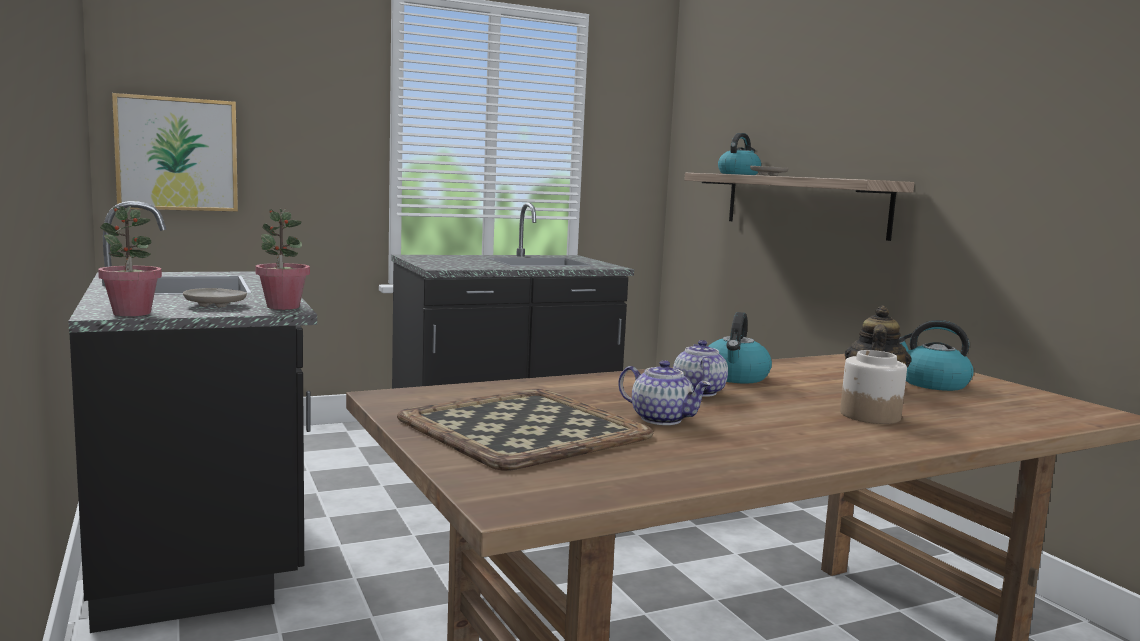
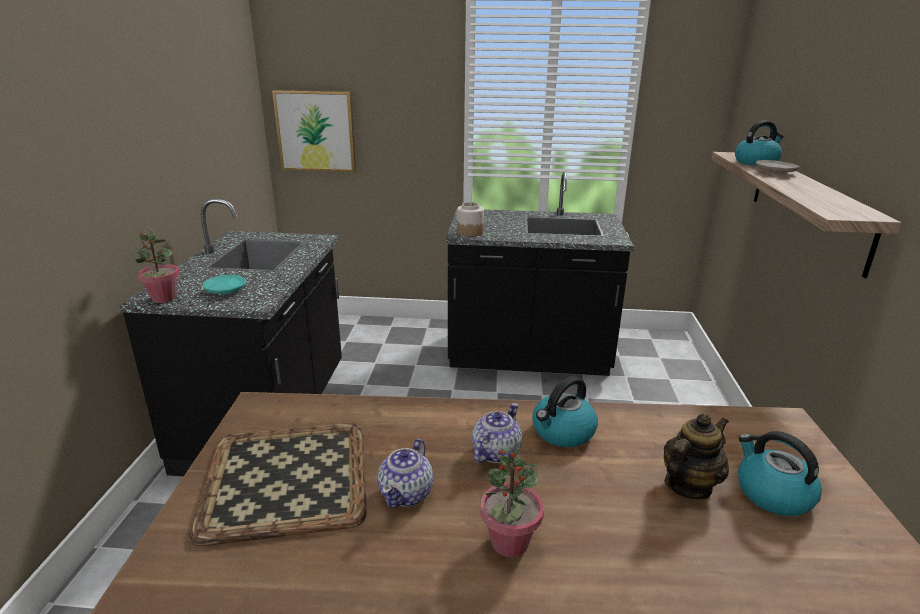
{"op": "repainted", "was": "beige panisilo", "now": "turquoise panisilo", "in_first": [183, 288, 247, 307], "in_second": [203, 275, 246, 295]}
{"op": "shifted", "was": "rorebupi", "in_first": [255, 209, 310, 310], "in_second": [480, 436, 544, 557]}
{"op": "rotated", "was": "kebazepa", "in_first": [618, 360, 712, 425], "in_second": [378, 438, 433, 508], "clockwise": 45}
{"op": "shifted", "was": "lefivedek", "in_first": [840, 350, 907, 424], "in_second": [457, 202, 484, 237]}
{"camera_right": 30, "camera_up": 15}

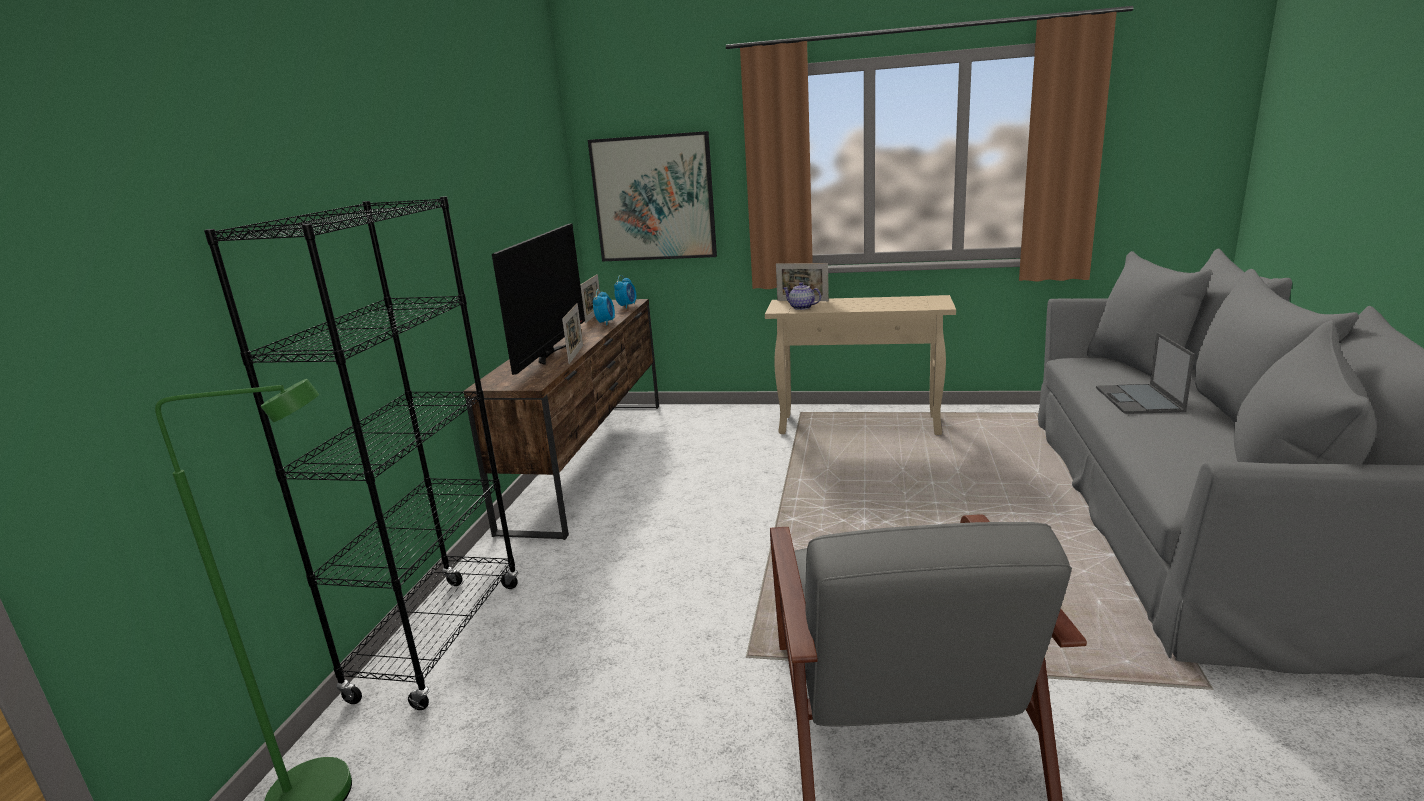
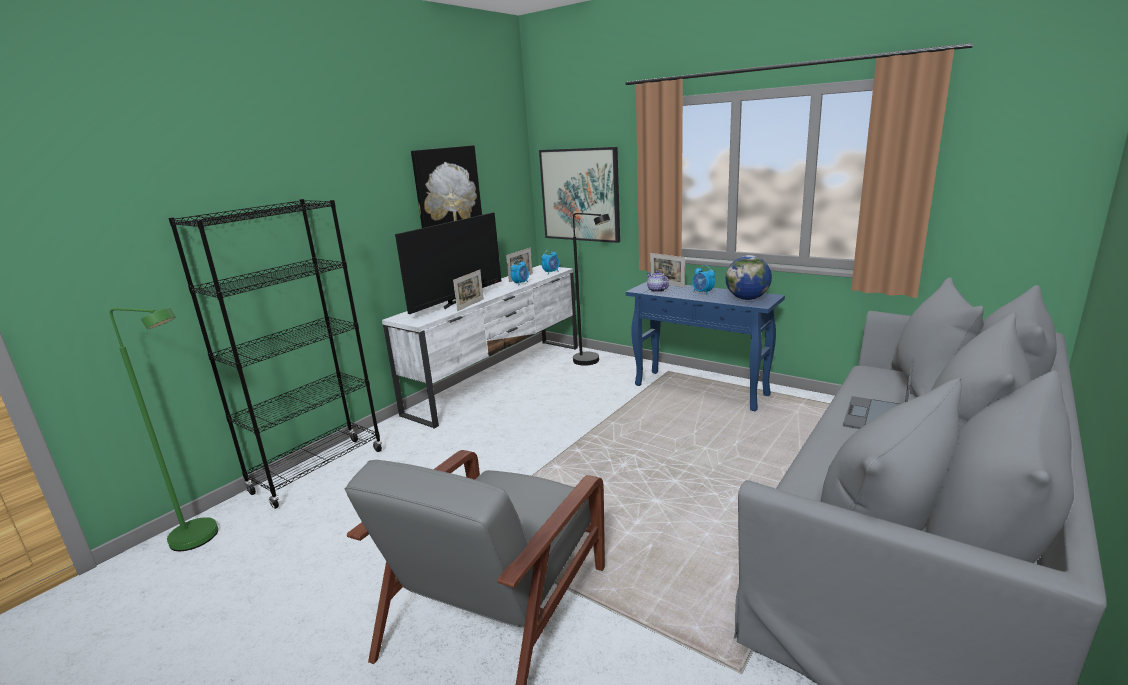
{"op": "repainted", "was": "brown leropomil", "now": "white leropomil", "in_first": [463, 299, 659, 540], "in_second": [382, 265, 578, 429]}
{"op": "repainted", "was": "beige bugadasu", "now": "blue bugadasu", "in_first": [765, 295, 956, 435], "in_second": [626, 282, 785, 411]}
{"op": "new", "now": "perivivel", "in_second": [411, 145, 482, 228]}
{"op": "new", "now": "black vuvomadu", "in_second": [573, 213, 610, 366]}
{"op": "new", "now": "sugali", "in_second": [692, 265, 715, 295]}
{"op": "new", "now": "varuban", "in_second": [726, 255, 772, 300]}
{"camera_right": 25, "camera_up": 0}

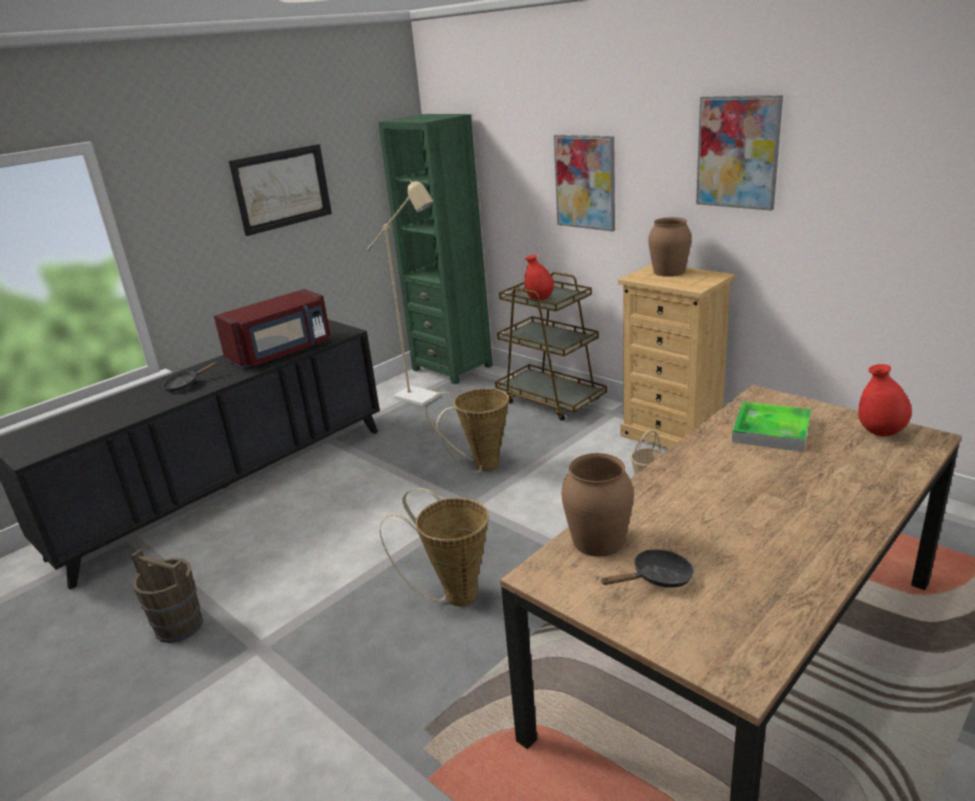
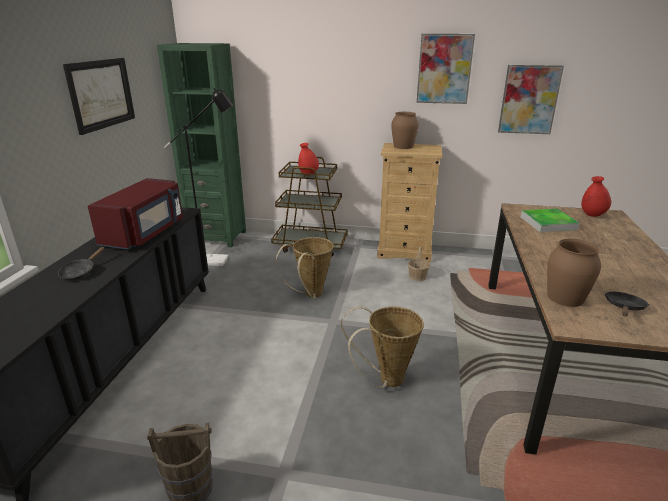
{"op": "repainted", "was": "beige vuvomadu", "now": "black vuvomadu", "in_first": [367, 180, 440, 406], "in_second": [164, 88, 234, 266]}
{"op": "shifted", "was": "perivivel", "in_first": [554, 135, 615, 231], "in_second": [498, 65, 564, 134]}
{"camera_right": -35, "camera_up": 0}

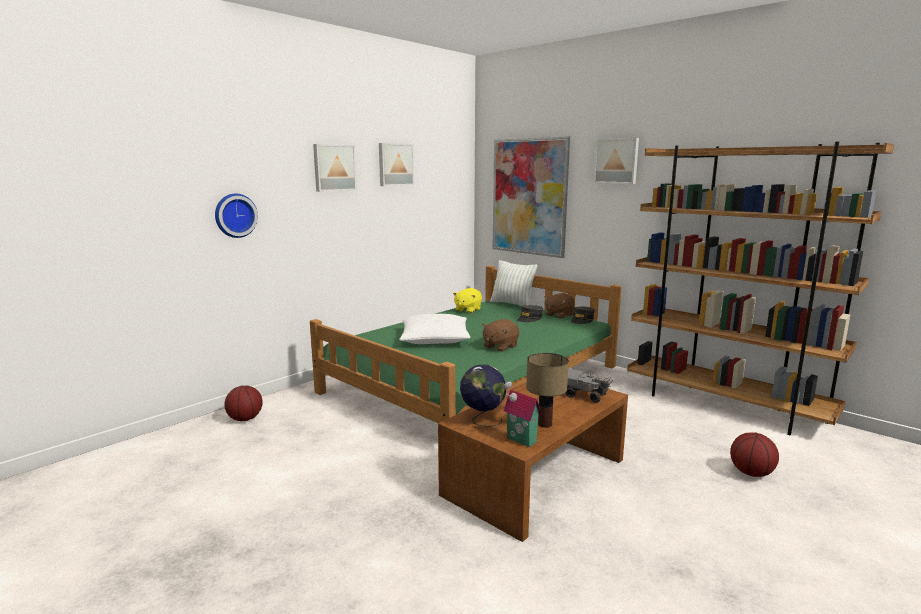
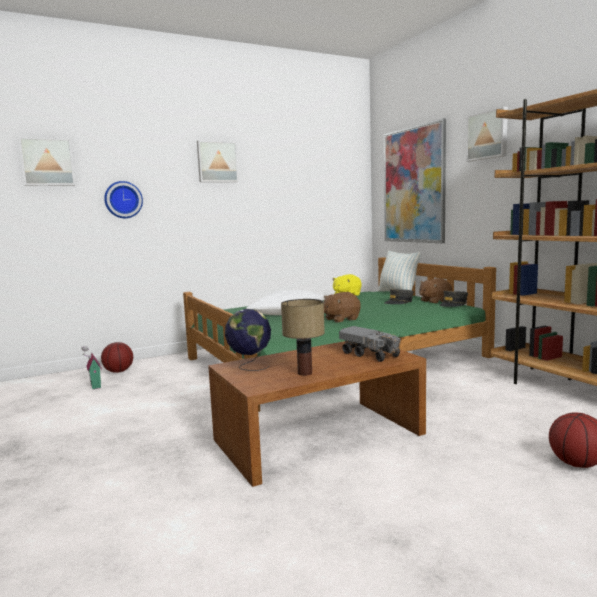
{"op": "shifted", "was": "perivivel", "in_first": [379, 143, 414, 186], "in_second": [19, 137, 75, 186]}
{"op": "shifted", "was": "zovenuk", "in_first": [503, 381, 542, 447], "in_second": [81, 346, 102, 389]}
{"camera_right": 20, "camera_up": -5}

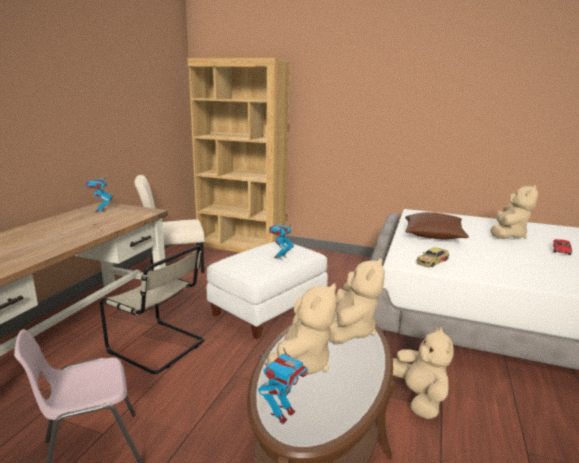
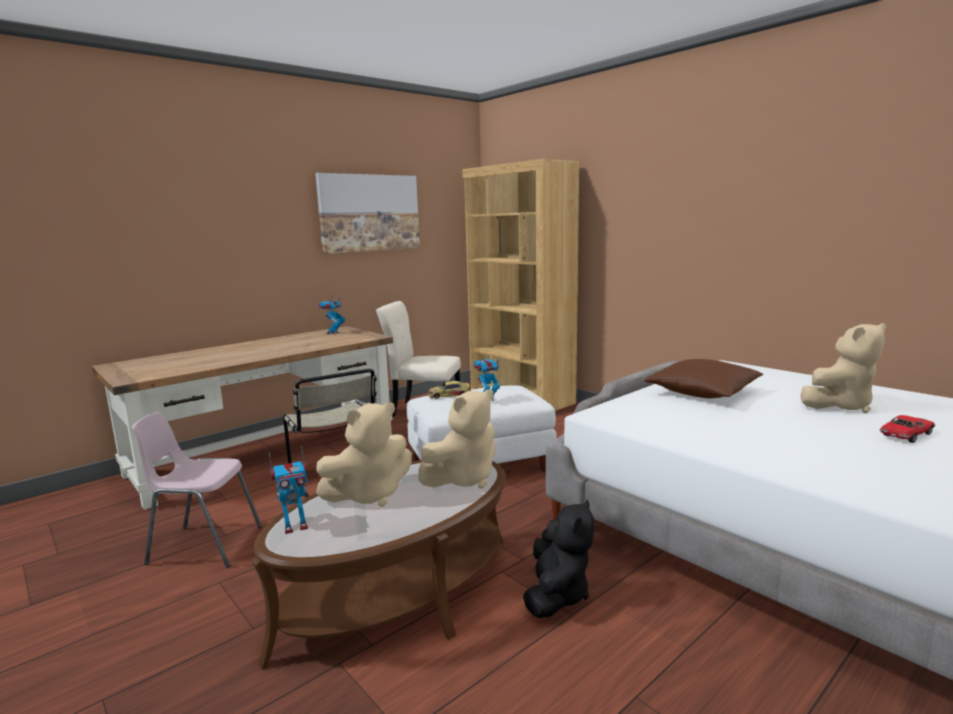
{"op": "repainted", "was": "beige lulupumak", "now": "black lulupumak", "in_first": [393, 326, 454, 419], "in_second": [523, 500, 594, 618]}
{"op": "shifted", "was": "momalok", "in_first": [416, 247, 449, 268], "in_second": [428, 381, 471, 399]}
{"op": "new", "now": "perivivel", "in_second": [315, 173, 420, 254]}
{"camera_right": 30, "camera_up": -5}

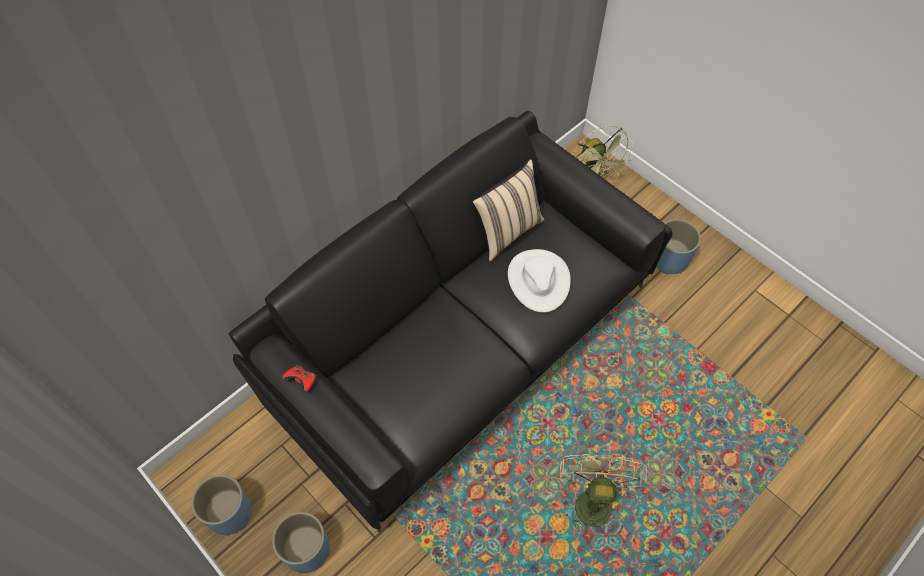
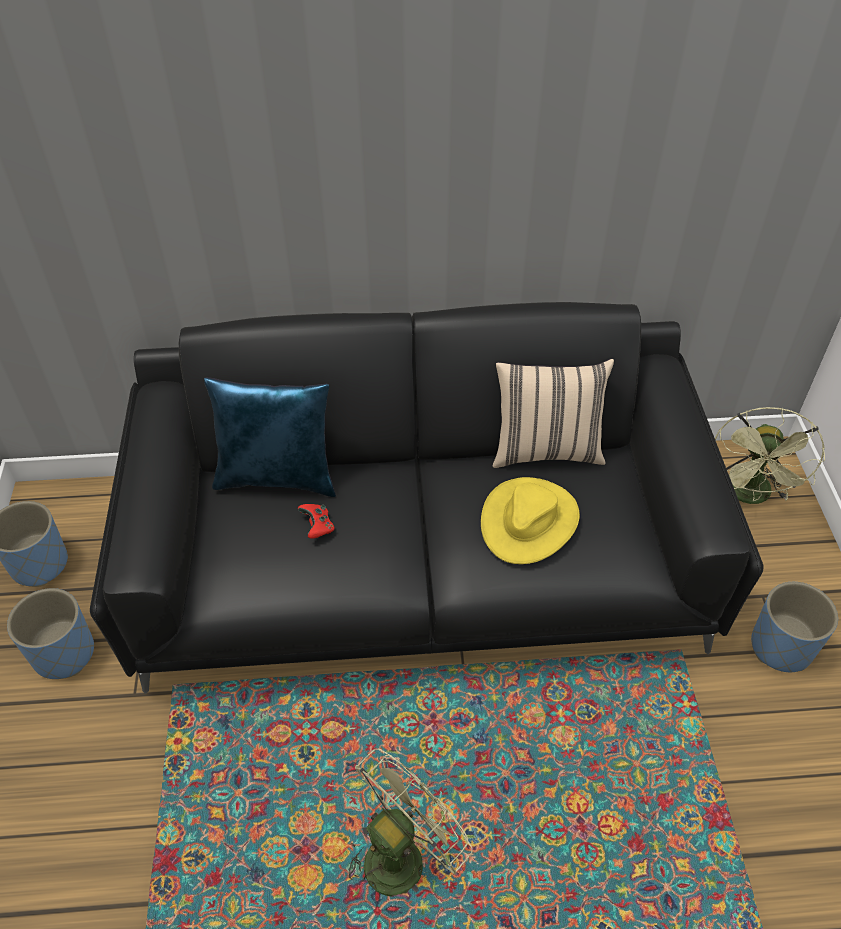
{"op": "shifted", "was": "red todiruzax", "in_first": [282, 365, 316, 392], "in_second": [298, 504, 334, 539]}
{"op": "repainted", "was": "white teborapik", "now": "yellow teborapik", "in_first": [508, 249, 571, 313], "in_second": [481, 477, 580, 564]}
{"op": "new", "now": "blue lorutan", "in_second": [204, 377, 336, 497]}
{"camera_right": 40, "camera_up": -10}

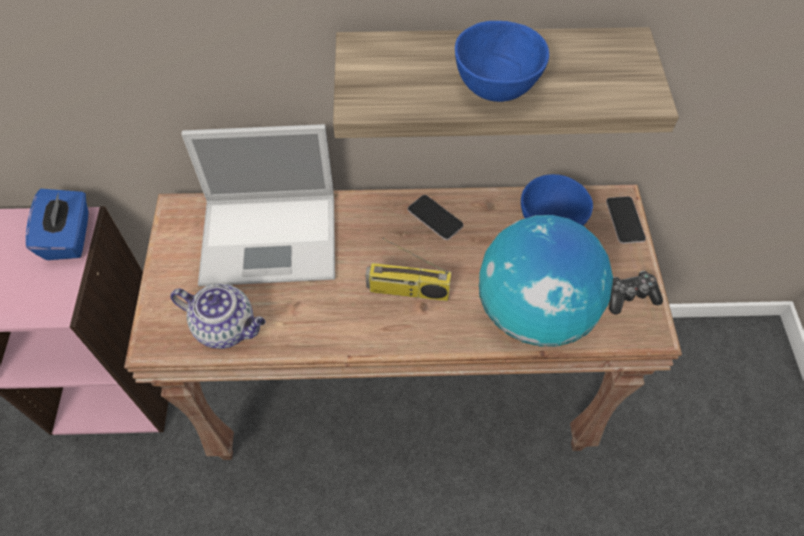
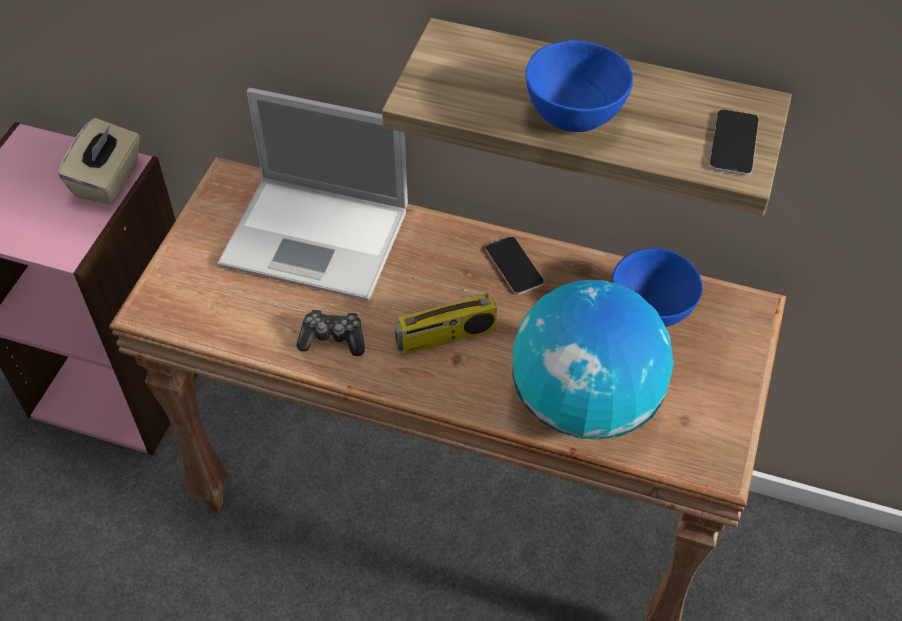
{"op": "repainted", "was": "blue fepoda", "now": "beige fepoda", "in_first": [26, 189, 89, 260], "in_second": [58, 118, 140, 204]}
{"op": "gone", "was": "kebazepa", "in_first": [171, 284, 266, 349]}
{"op": "rotated", "was": "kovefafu", "in_first": [365, 238, 451, 301], "in_second": [394, 277, 497, 354], "clockwise": -45}
{"op": "shifted", "was": "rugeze", "in_first": [606, 196, 646, 244], "in_second": [709, 109, 759, 176]}
{"op": "shifted", "was": "todiruzax", "in_first": [609, 271, 663, 314], "in_second": [297, 309, 365, 356]}
{"camera_right": 20, "camera_up": -5}

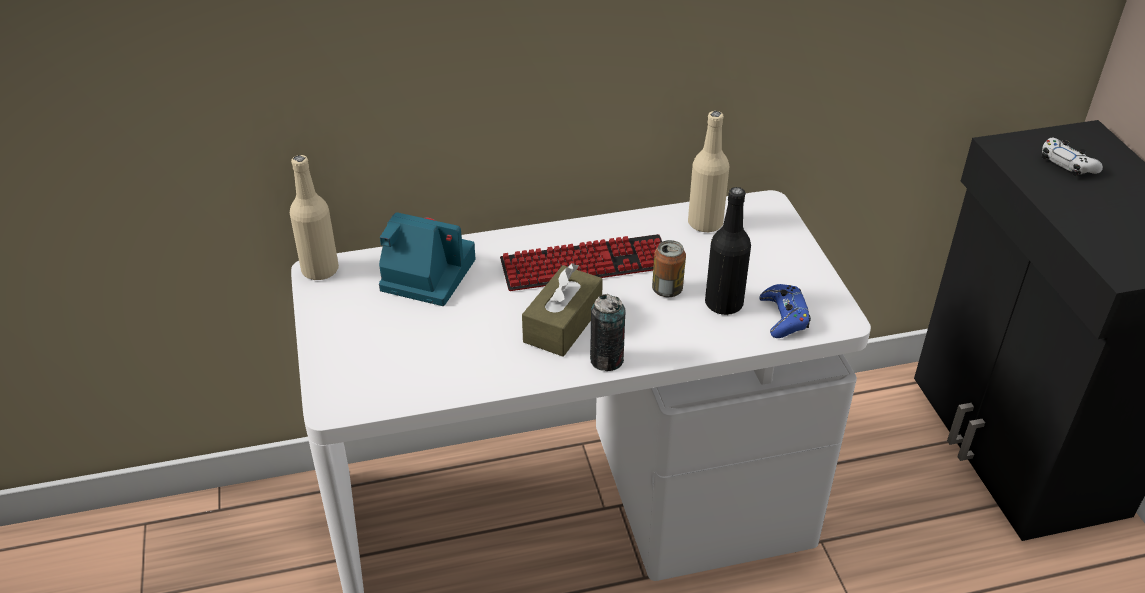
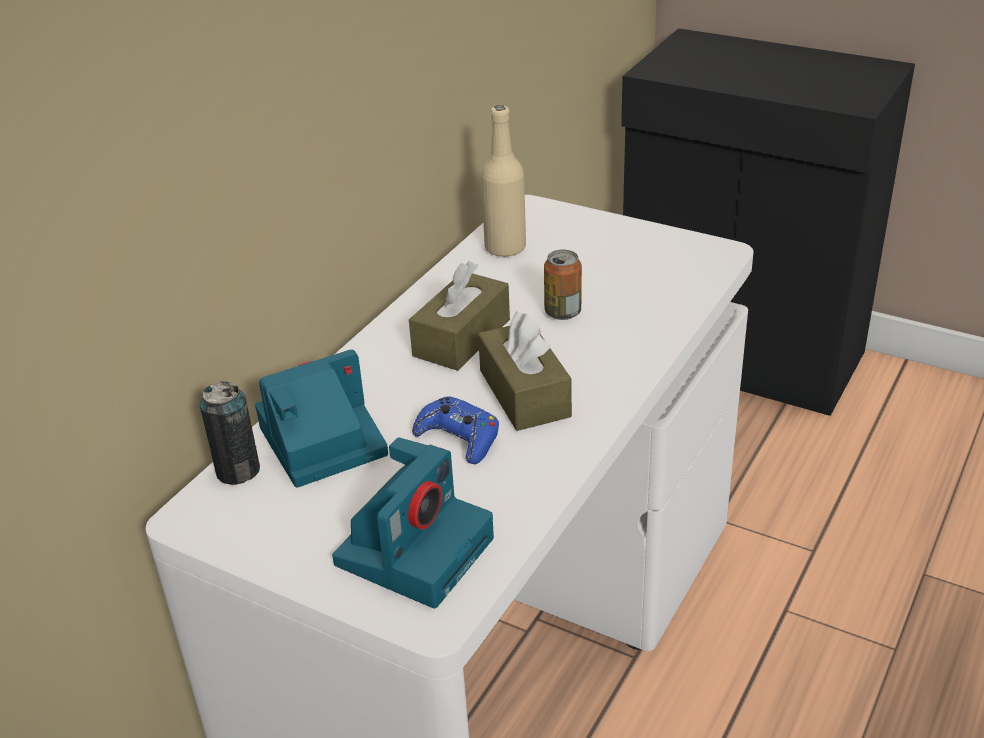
{"op": "gone", "was": "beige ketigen", "in_first": [290, 155, 339, 280]}
{"op": "swapped", "was": "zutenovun", "now": "brown fepoda", "in_first": [500, 234, 662, 291], "in_second": [409, 261, 510, 371]}
{"op": "shifted", "was": "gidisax", "in_first": [590, 294, 625, 371], "in_second": [200, 381, 260, 485]}
{"op": "gone", "was": "black ketigen", "in_first": [705, 187, 751, 315]}
{"op": "shifted", "was": "blue todiruzax", "in_first": [759, 284, 811, 338], "in_second": [412, 396, 499, 464]}
{"op": "gone", "was": "white todiruzax", "in_first": [1041, 138, 1103, 177]}
{"op": "new", "now": "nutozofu", "in_second": [332, 437, 494, 608]}
{"camera_right": -45, "camera_up": -5}

